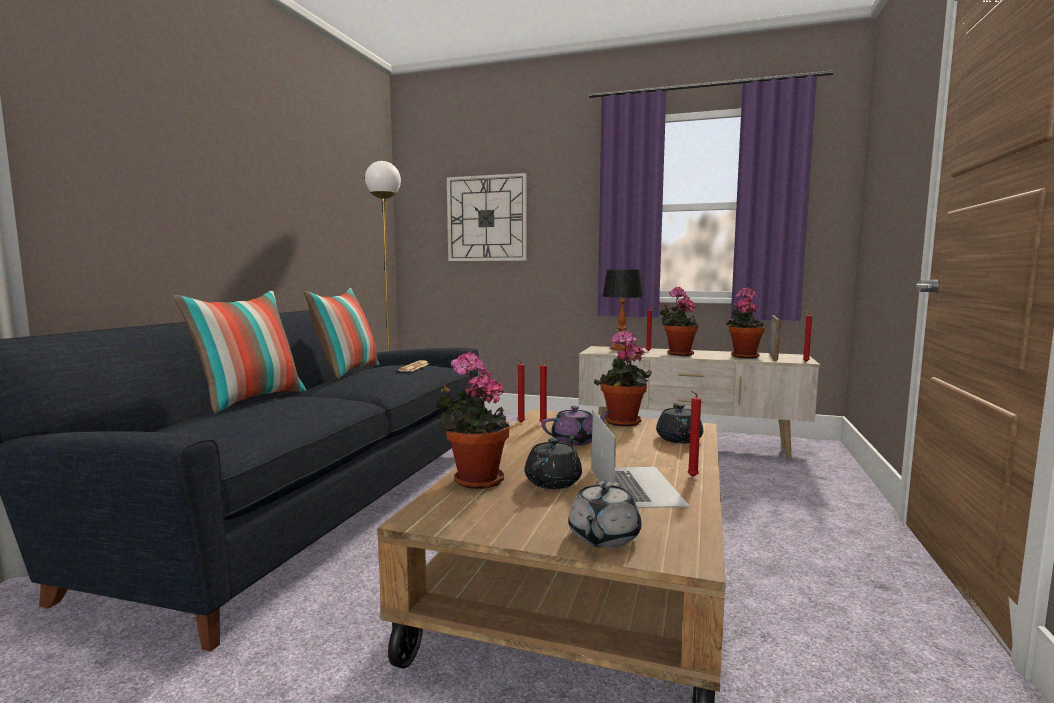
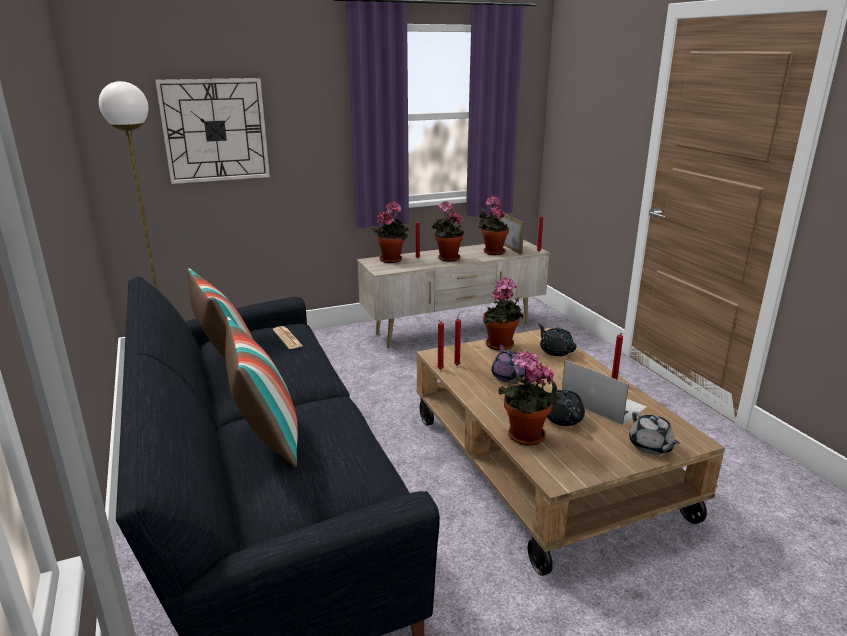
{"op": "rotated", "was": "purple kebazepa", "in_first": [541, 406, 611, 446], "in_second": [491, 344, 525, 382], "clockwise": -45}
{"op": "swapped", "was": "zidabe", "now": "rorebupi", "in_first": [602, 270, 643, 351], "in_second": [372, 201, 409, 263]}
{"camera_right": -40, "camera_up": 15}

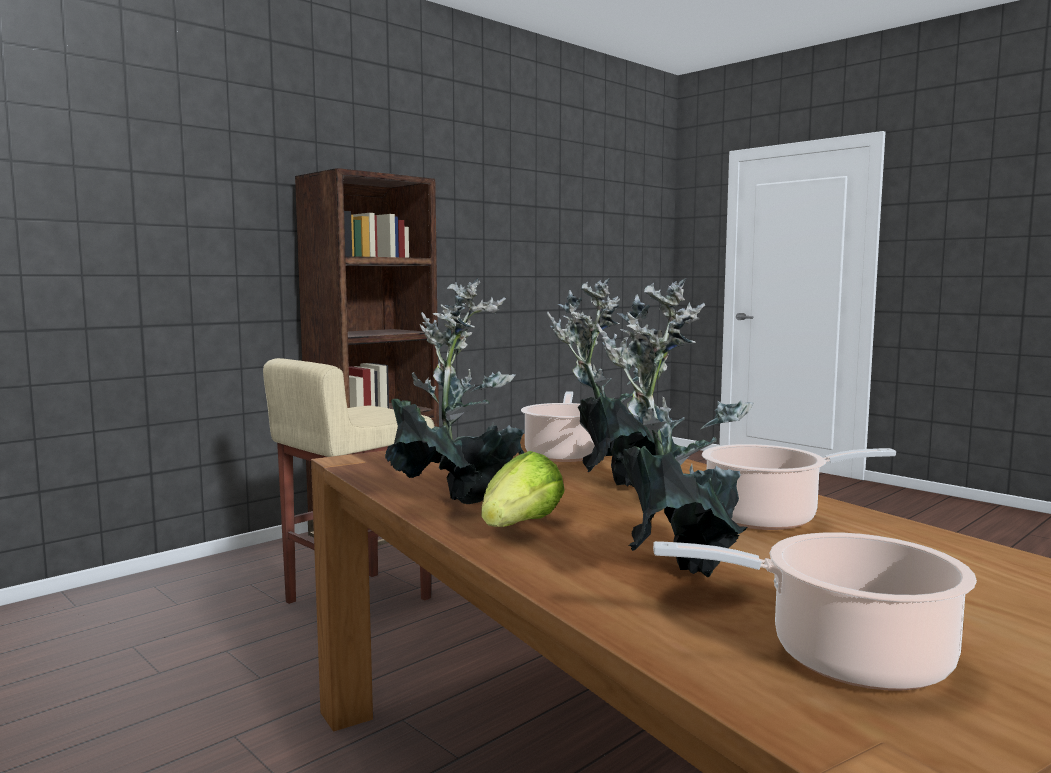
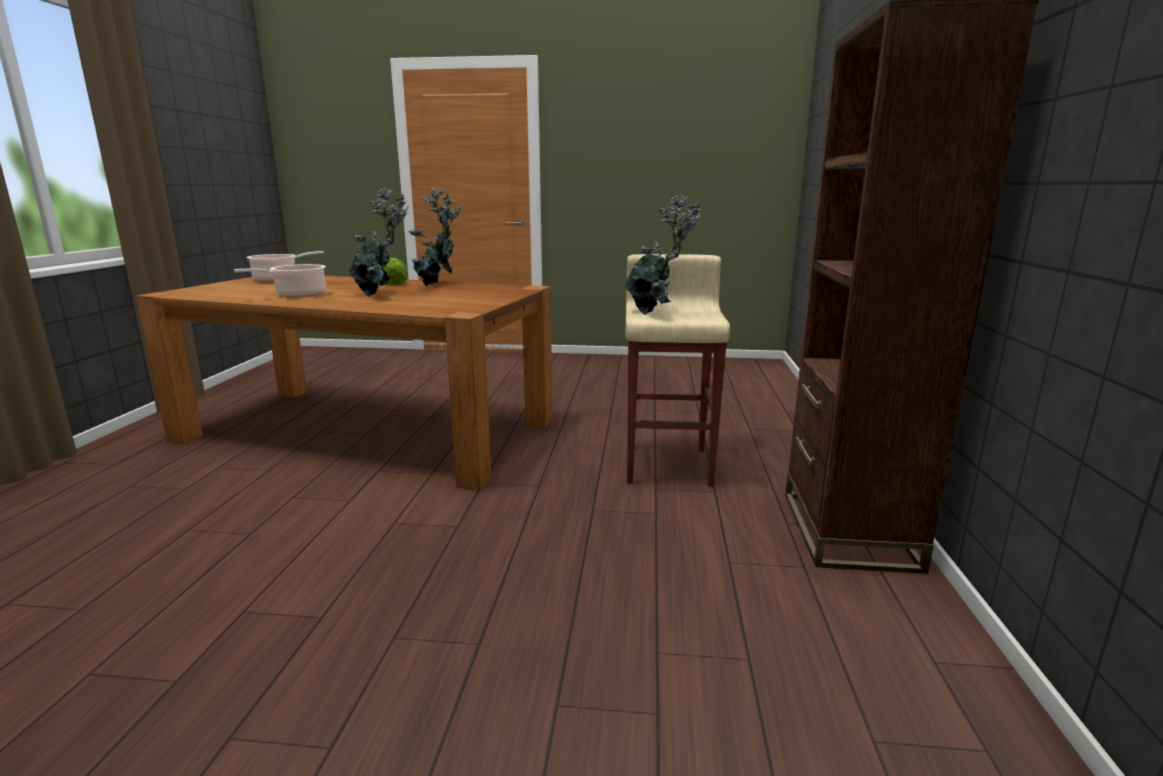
{"op": "gone", "was": "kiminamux", "in_first": [521, 391, 595, 462]}
{"op": "shifted", "was": "rorebupi", "in_first": [596, 278, 753, 578], "in_second": [624, 193, 701, 315]}
{"camera_right": 140, "camera_up": 10}

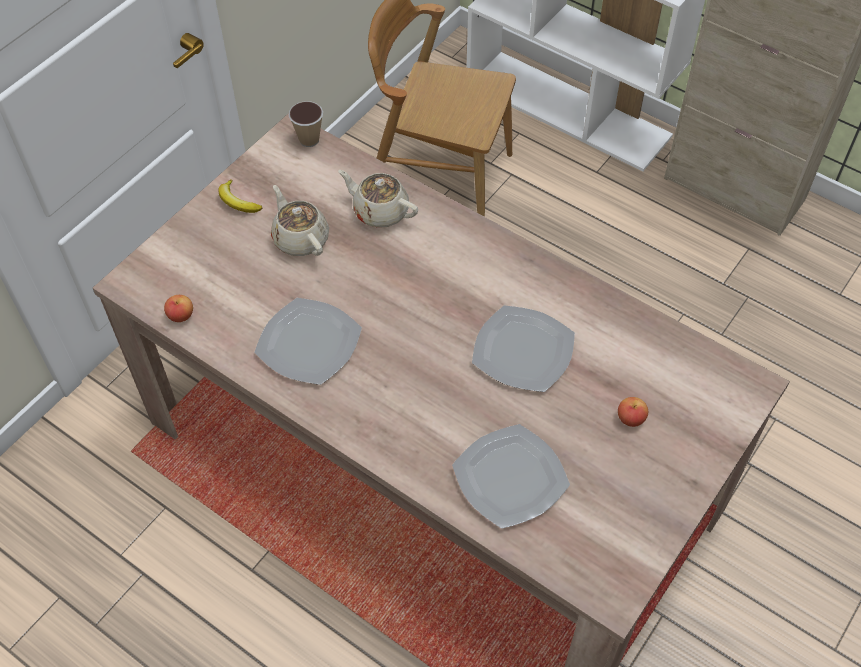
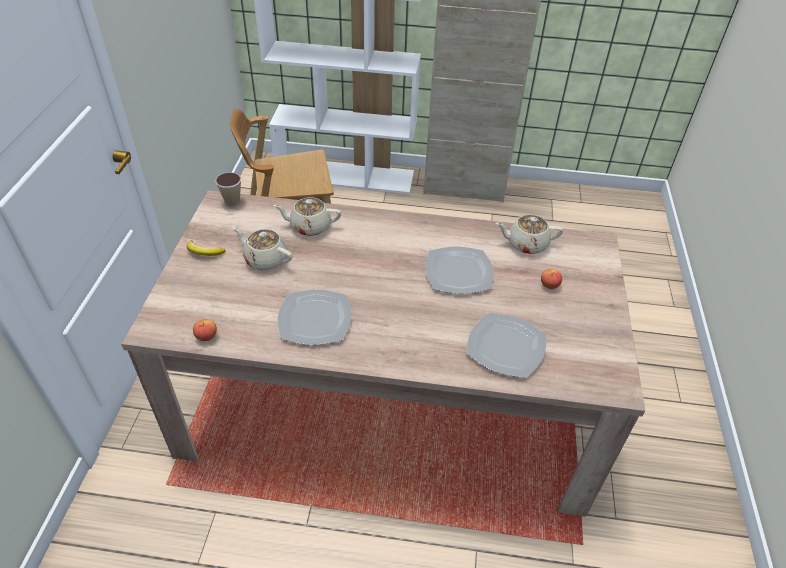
{"op": "new", "now": "beige kebazepa", "in_second": [496, 215, 563, 254]}
{"camera_right": -30, "camera_up": -10}

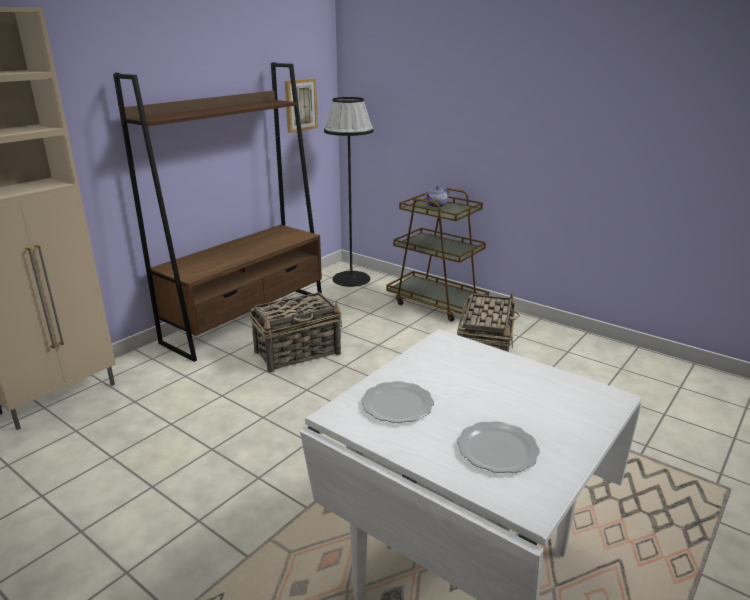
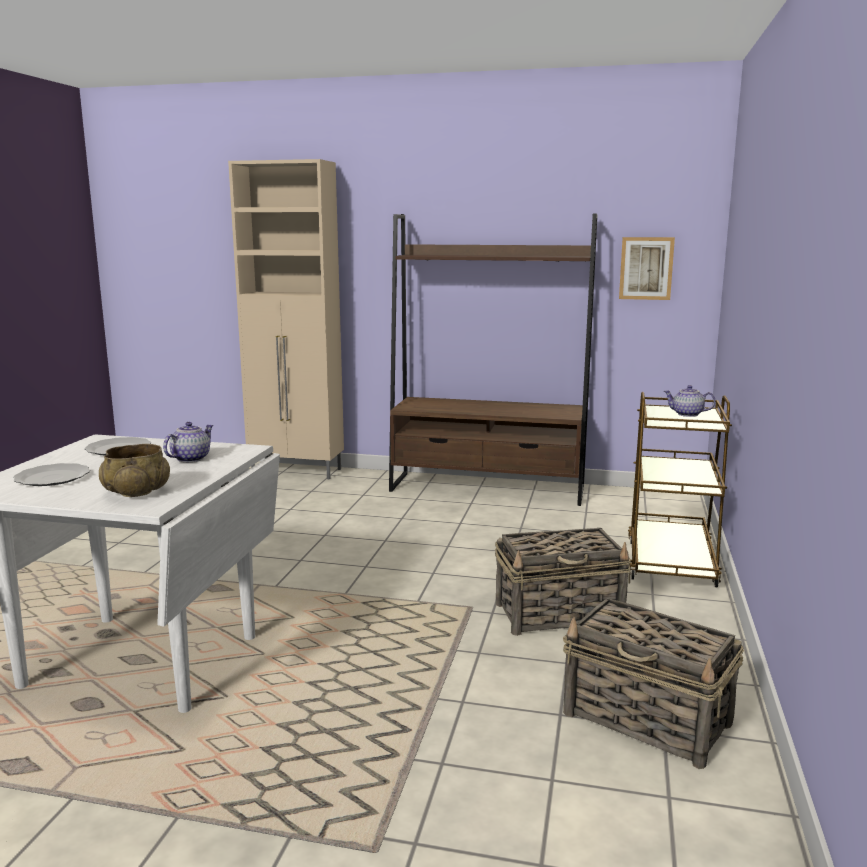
{"op": "shifted", "was": "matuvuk", "in_first": [250, 292, 342, 372], "in_second": [563, 598, 744, 769]}
{"op": "gone", "was": "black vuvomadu", "in_first": [324, 97, 374, 287]}
{"op": "new", "now": "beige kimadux", "in_second": [99, 444, 170, 497]}
{"op": "new", "now": "kebazepa", "in_second": [163, 422, 214, 462]}
{"camera_right": 65, "camera_up": -10}

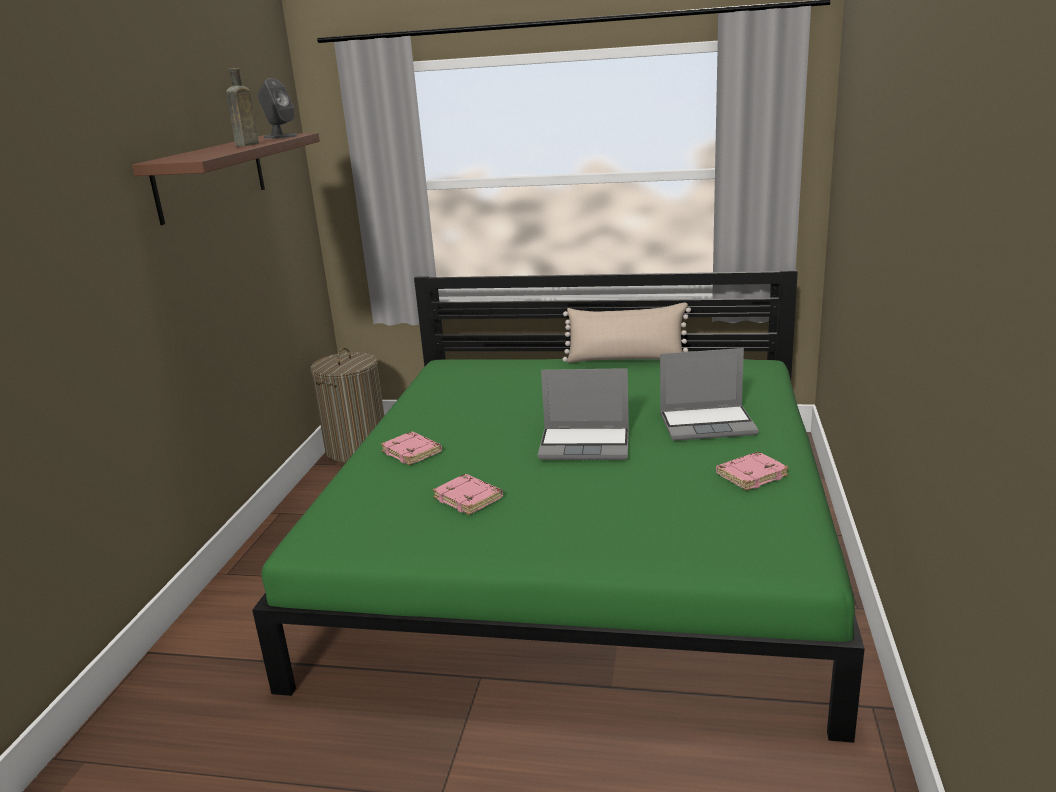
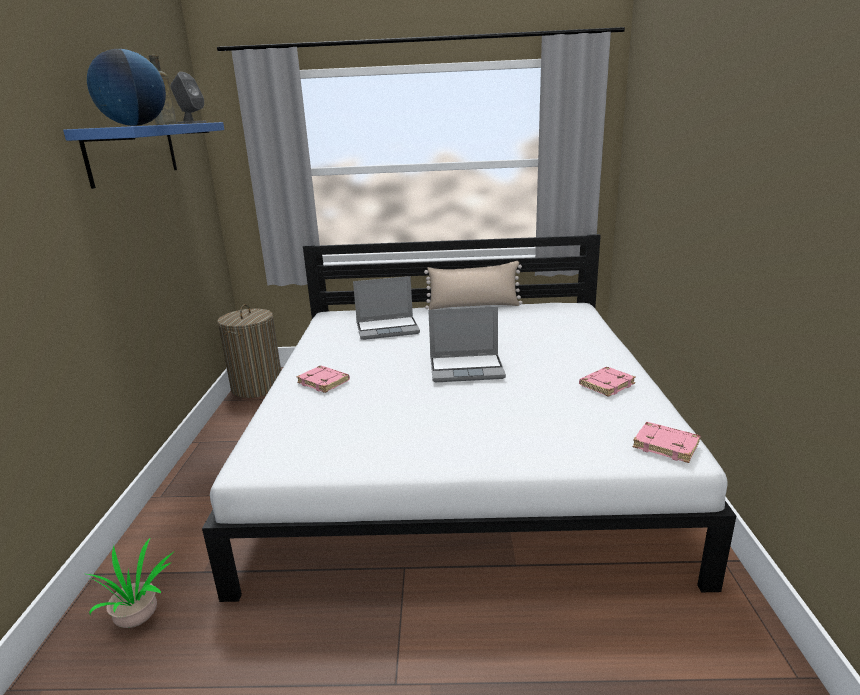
{"op": "repainted", "was": "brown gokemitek", "now": "blue gokemitek", "in_first": [132, 132, 320, 225], "in_second": [63, 122, 224, 189]}
{"op": "repainted", "was": "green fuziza", "now": "white fuziza", "in_first": [252, 270, 865, 743], "in_second": [202, 234, 736, 602]}
{"op": "shifted", "was": "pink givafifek", "in_first": [432, 474, 503, 515], "in_second": [633, 422, 700, 463]}
{"op": "shifted", "was": "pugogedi", "in_first": [660, 348, 759, 441], "in_second": [353, 276, 420, 340]}
{"op": "new", "now": "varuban", "in_second": [87, 49, 166, 126]}
{"op": "new", "now": "rorebupi", "in_second": [87, 538, 173, 628]}
{"camera_right": -10, "camera_up": 0}

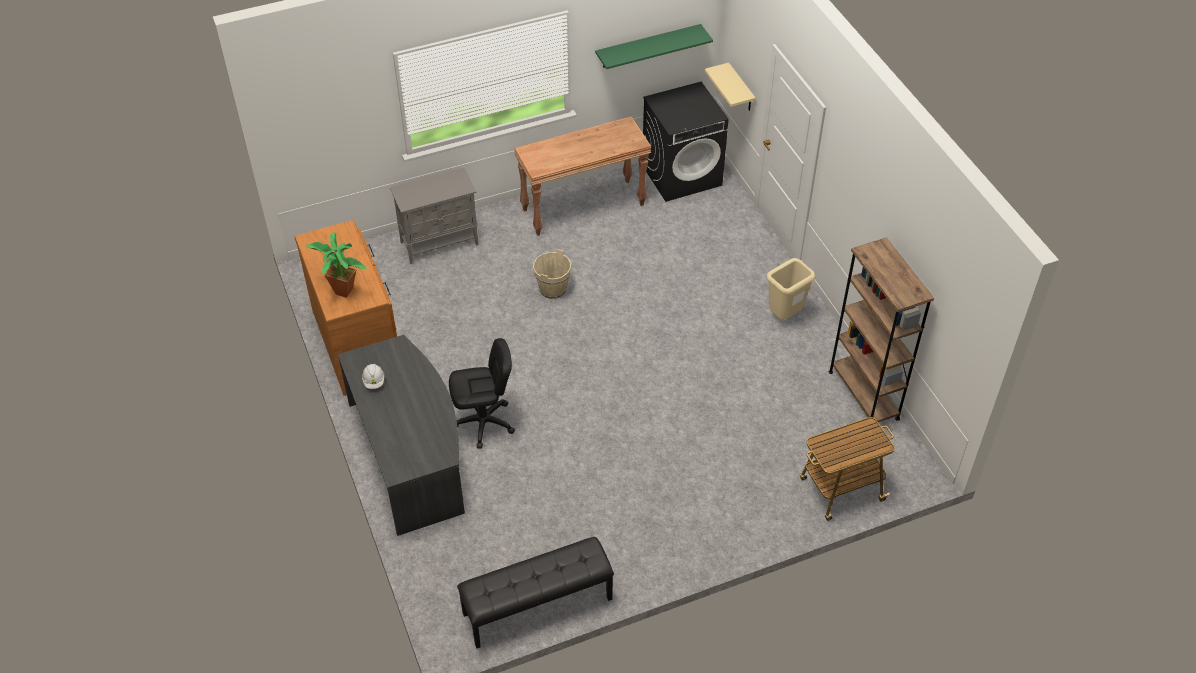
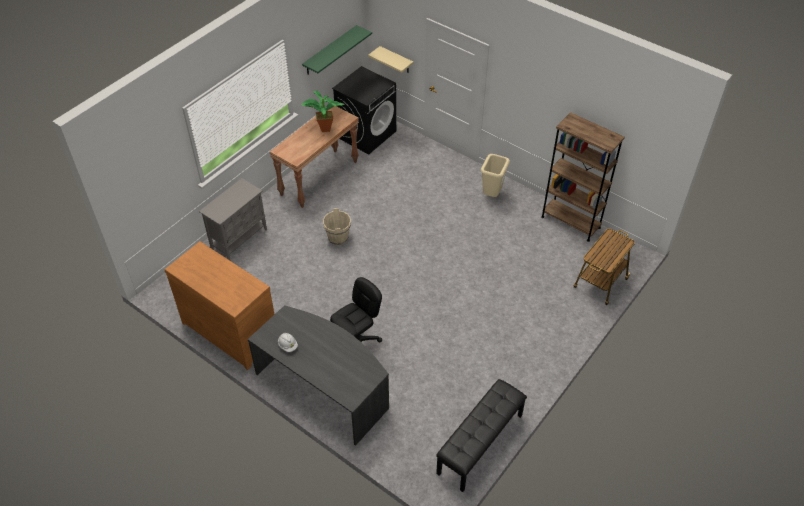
{"op": "shifted", "was": "rorebupi", "in_first": [306, 232, 367, 298], "in_second": [301, 91, 345, 132]}
{"camera_right": -30, "camera_up": 0}

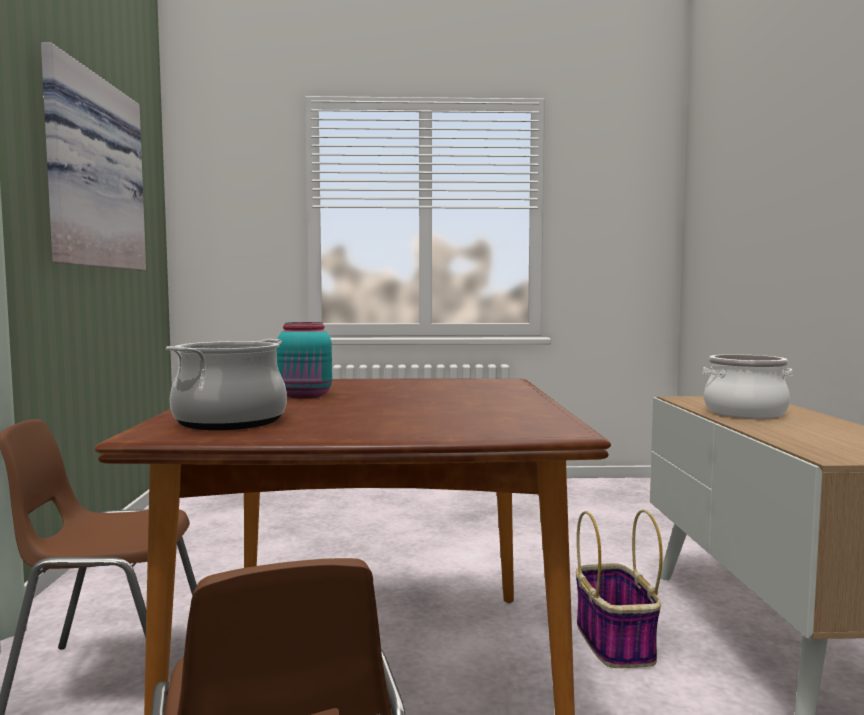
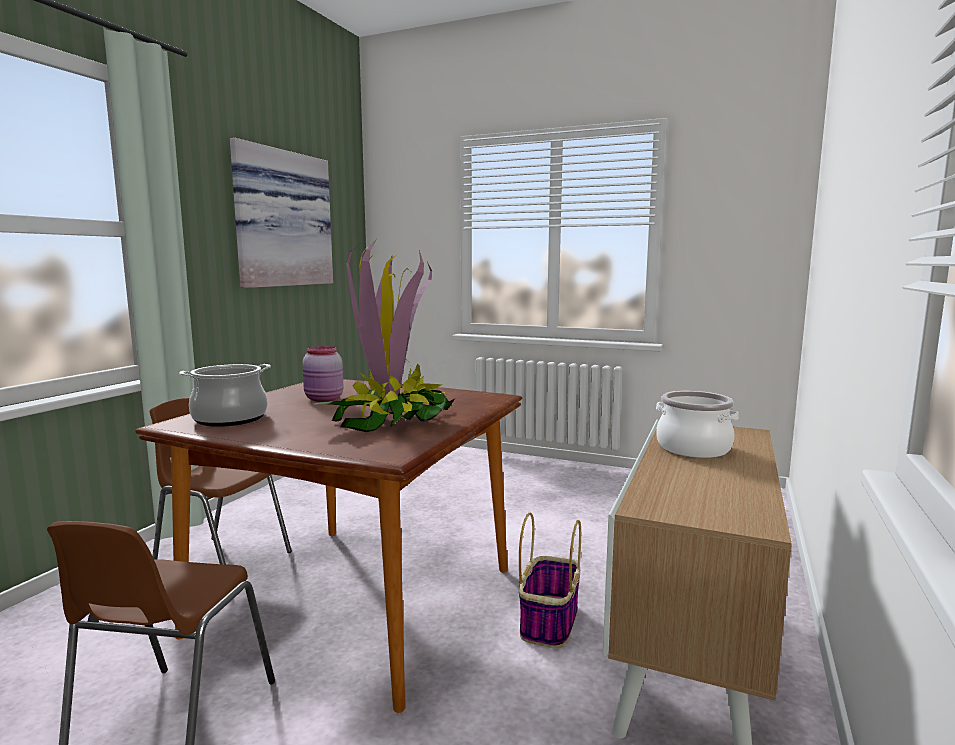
{"op": "repainted", "was": "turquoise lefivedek", "now": "pink lefivedek", "in_first": [276, 322, 332, 398], "in_second": [302, 346, 344, 402]}
{"op": "new", "now": "rorebupi", "in_second": [313, 240, 455, 432]}
{"camera_right": 25, "camera_up": 5}

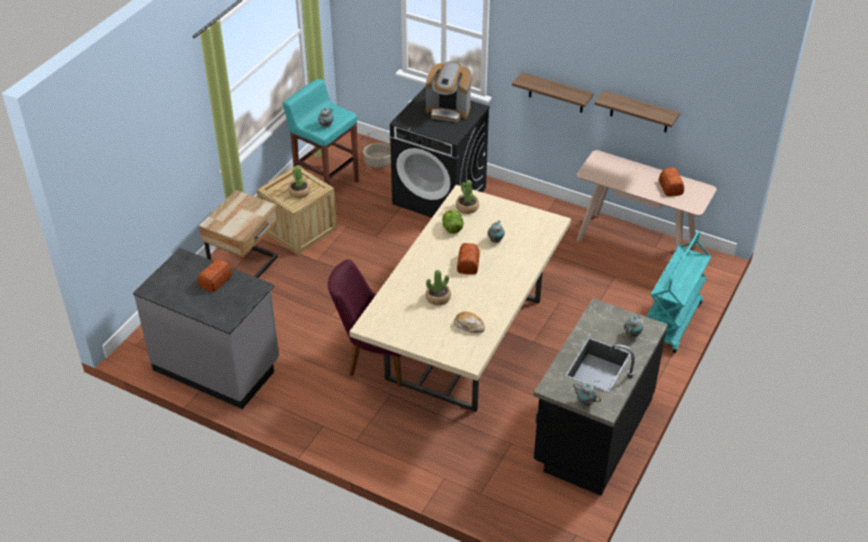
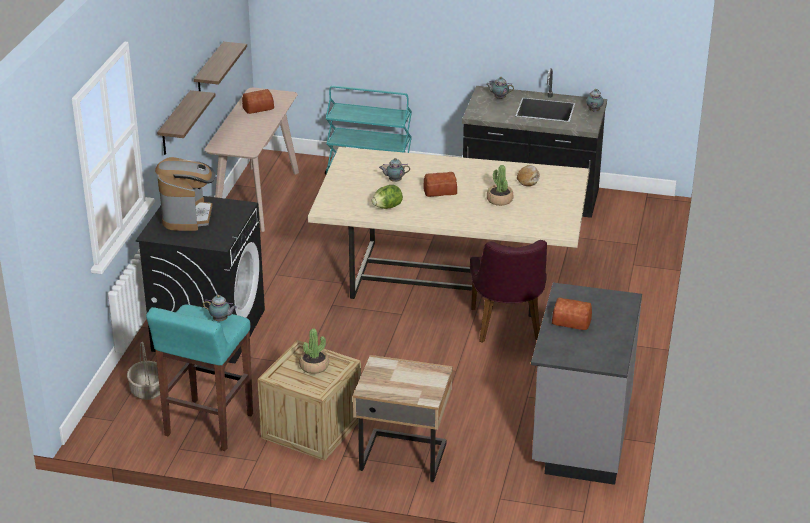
{"op": "gone", "was": "rorebupi", "in_first": [456, 180, 479, 214]}
{"camera_right": -105, "camera_up": -10}

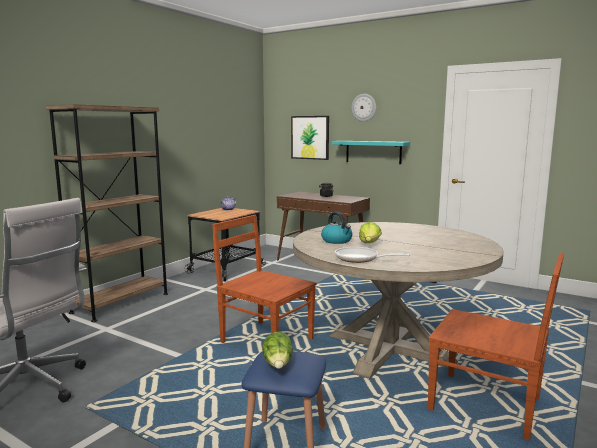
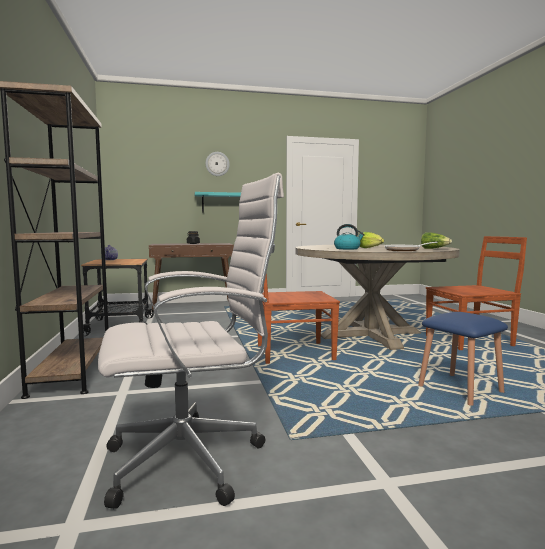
{"op": "shifted", "was": "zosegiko", "in_first": [262, 332, 293, 369], "in_second": [421, 232, 452, 249]}
{"op": "gone", "was": "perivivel", "in_first": [291, 116, 329, 160]}
{"camera_right": -45, "camera_up": -5}

